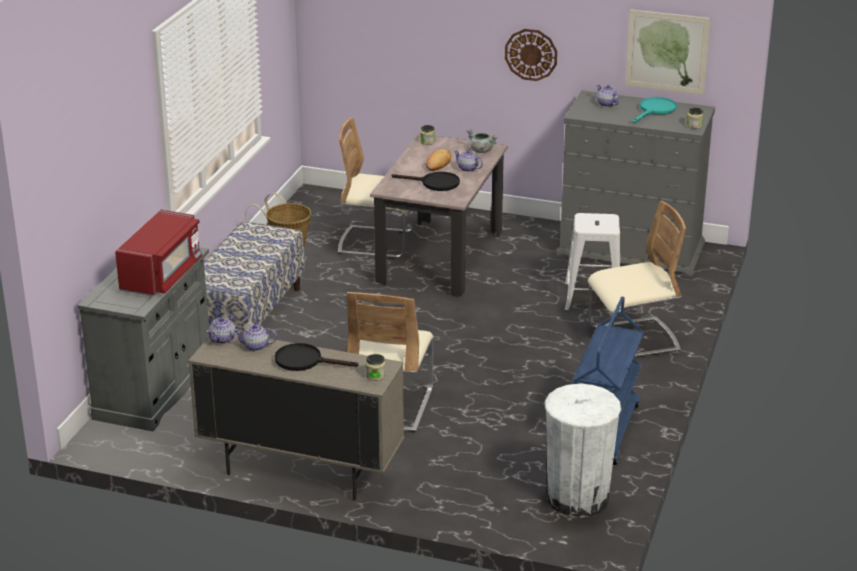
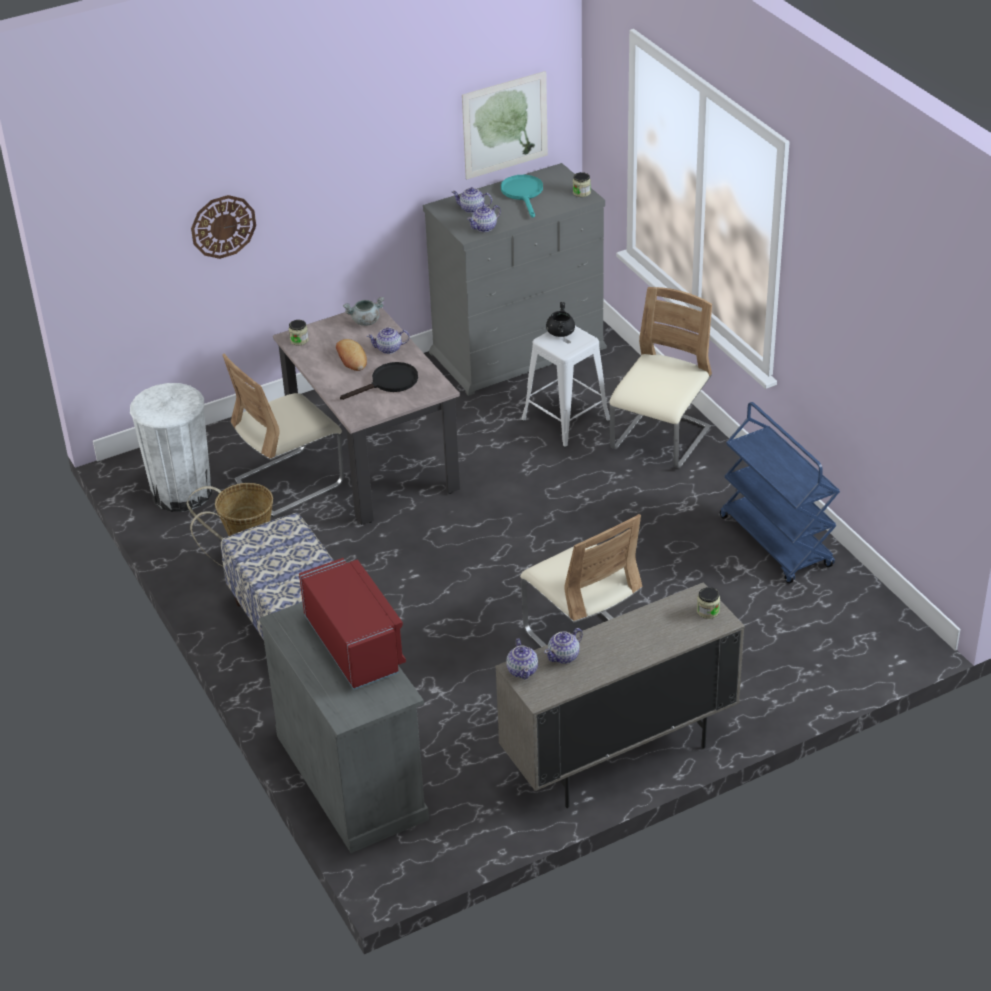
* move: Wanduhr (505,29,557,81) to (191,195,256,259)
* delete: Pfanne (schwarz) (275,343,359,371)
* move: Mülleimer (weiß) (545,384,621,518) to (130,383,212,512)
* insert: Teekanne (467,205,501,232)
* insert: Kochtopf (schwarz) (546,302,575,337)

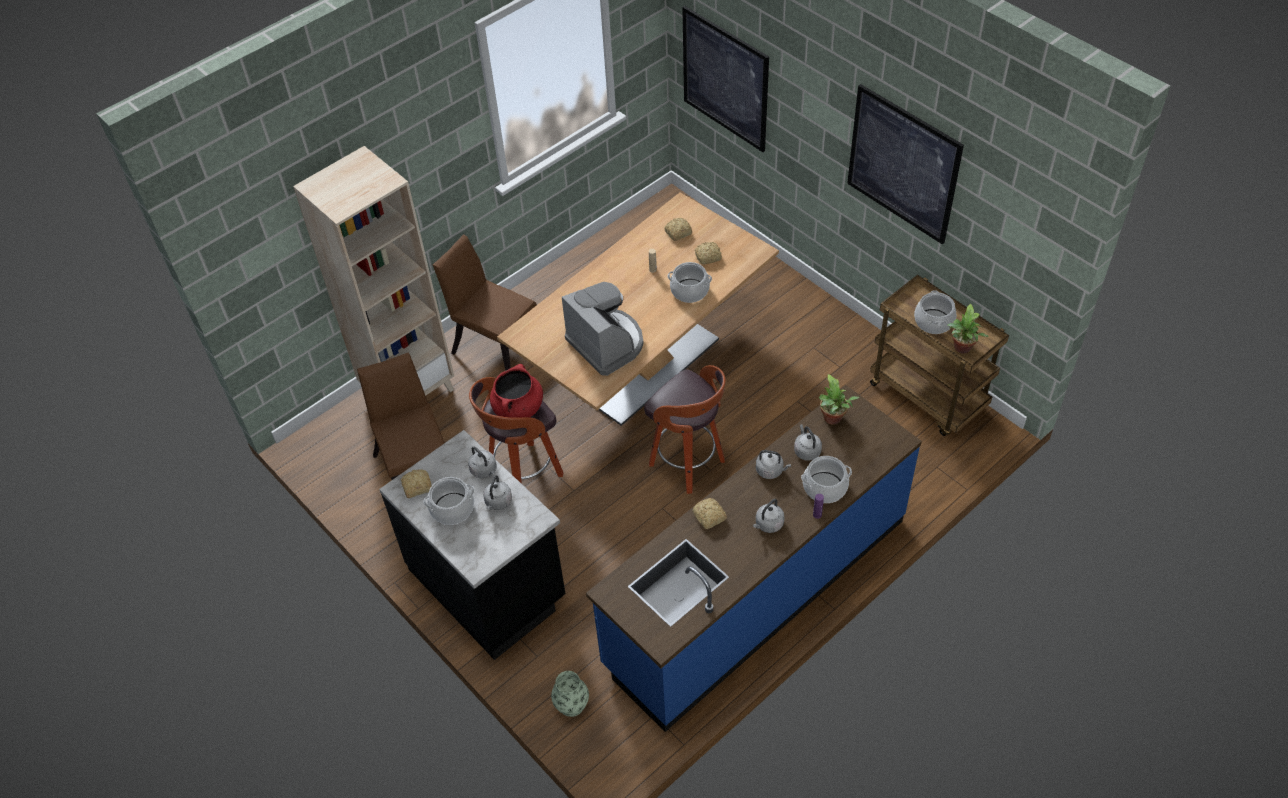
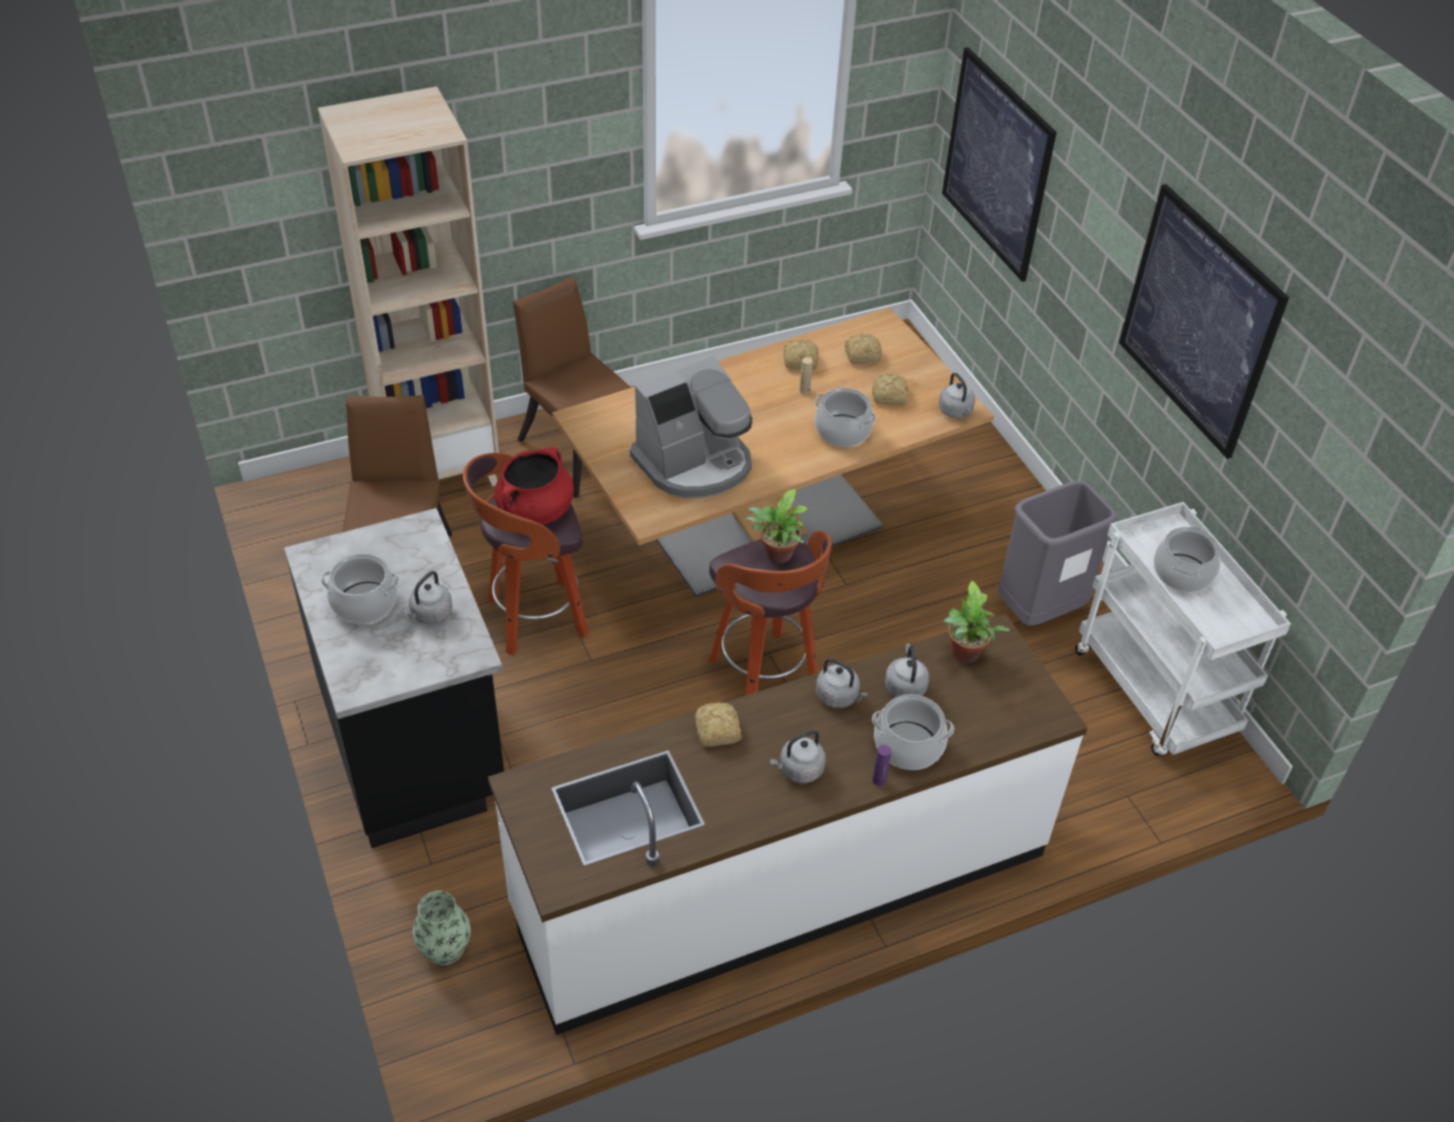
* recolor: Rollwagen (braun) (870,275,1009,436) to Rollwagen (weiß) (1075,502,1291,756)
* rotate: Kaffeemaschine (562,282,644,376) = (630,356,752,498) 75 degrees clockwise
* move: Topfpflanze (947,304,989,353) to (745,489,808,563)
* recolor: Küchenzeile (blau) (586,385,922,732) to Küchenzeile (weiß) (488,614,1088,1035)
* move: Wasserkessel (grau) (468,447,497,478) to (939,373,975,418)
* move: Brot (401,469,432,498) to (784,339,819,369)
* insert: Mülleimer (grau) (998,481,1117,626)

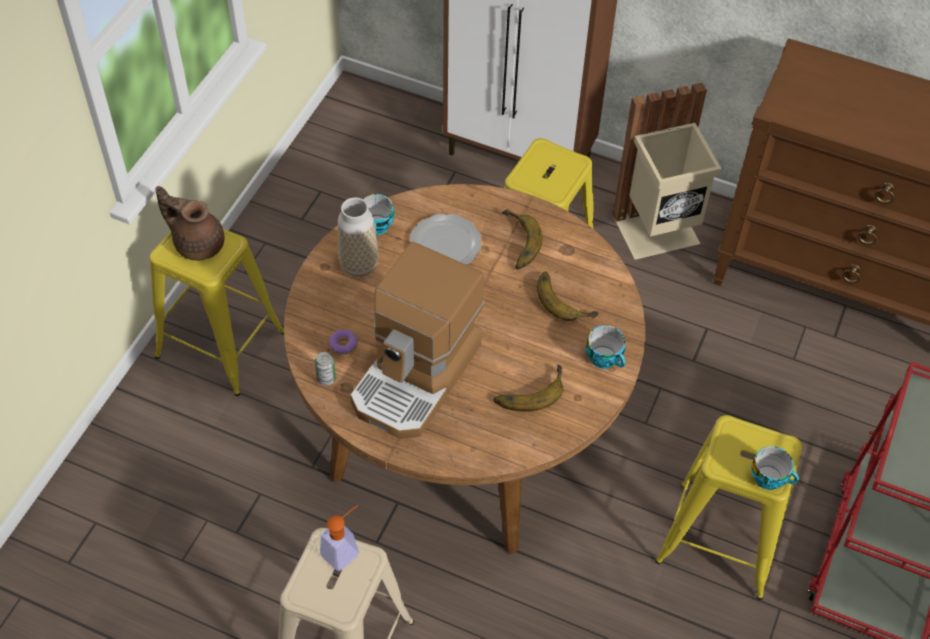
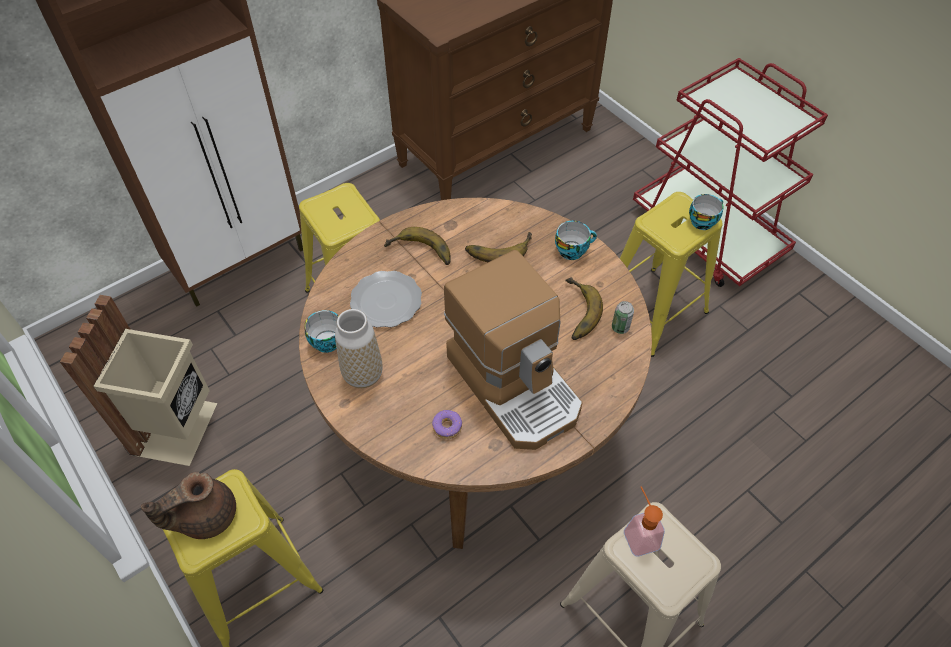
* move: Mülleimer (beige) (612,83,722,260) to (60,295,217,466)
* move: Dose (315,352,336,386) to (612,301,634,334)

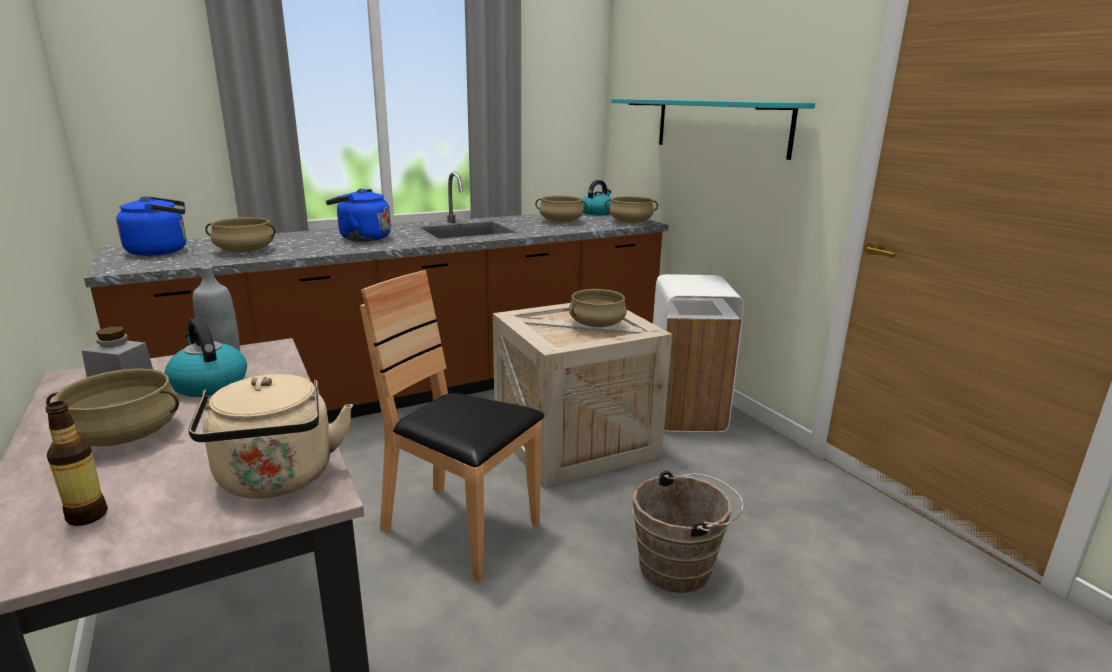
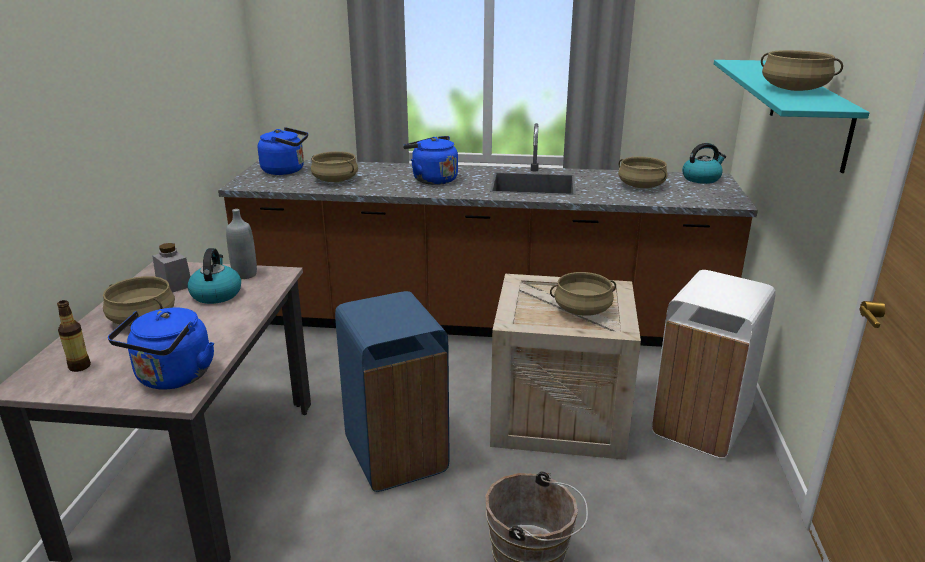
* move: Kochtopf (beige) (605,196,658,223) to (761,50,843,91)
* replace: Stuhl (braun) (360,270,545,582) to Mülleimer (blau) (335,291,449,492)
* recolor: Wasserkessel (beige) (189,374,353,499) to Wasserkessel (blau) (108,307,214,389)

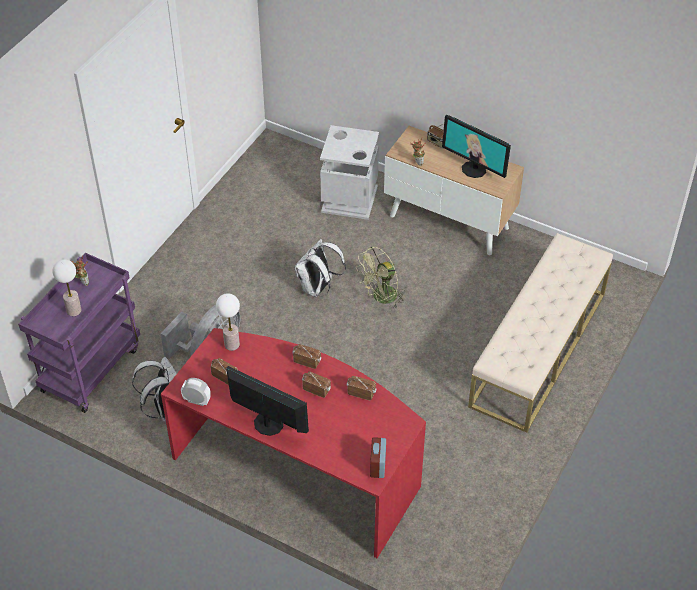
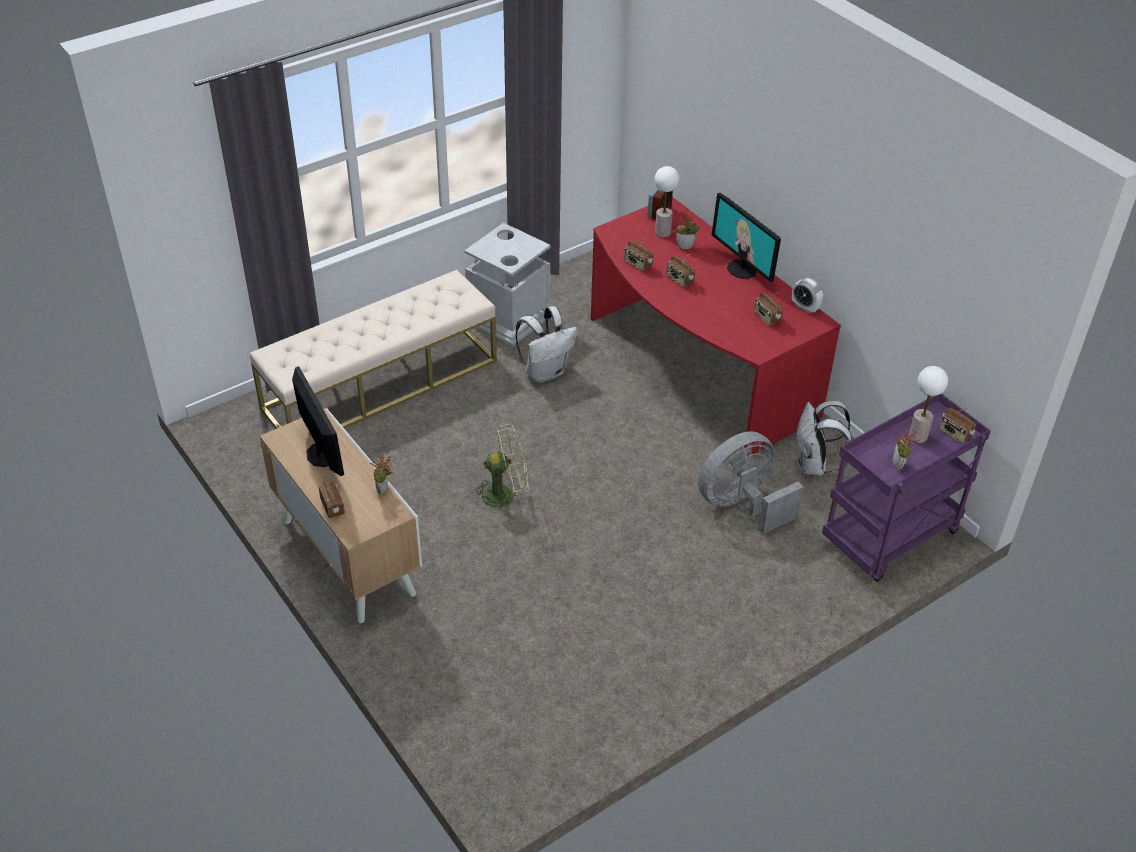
* move: Mülleimer (grau) (320,125,379,220) to (464,223,550,347)
* move: Rucksack (weiß) (294,239,346,297) to (515,306,577,383)
* move: Tischlampe (216,293,240,351) to (655,166,680,237)
* move: Radio (292,344,321,369) to (939,407,976,443)
* insert: Topfpflanze (676,209,700,249)

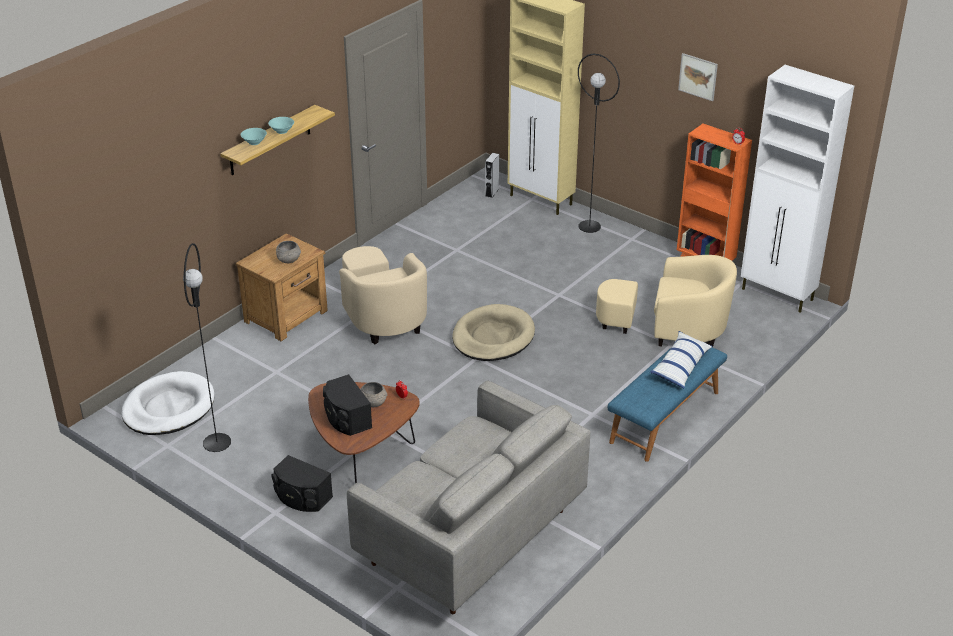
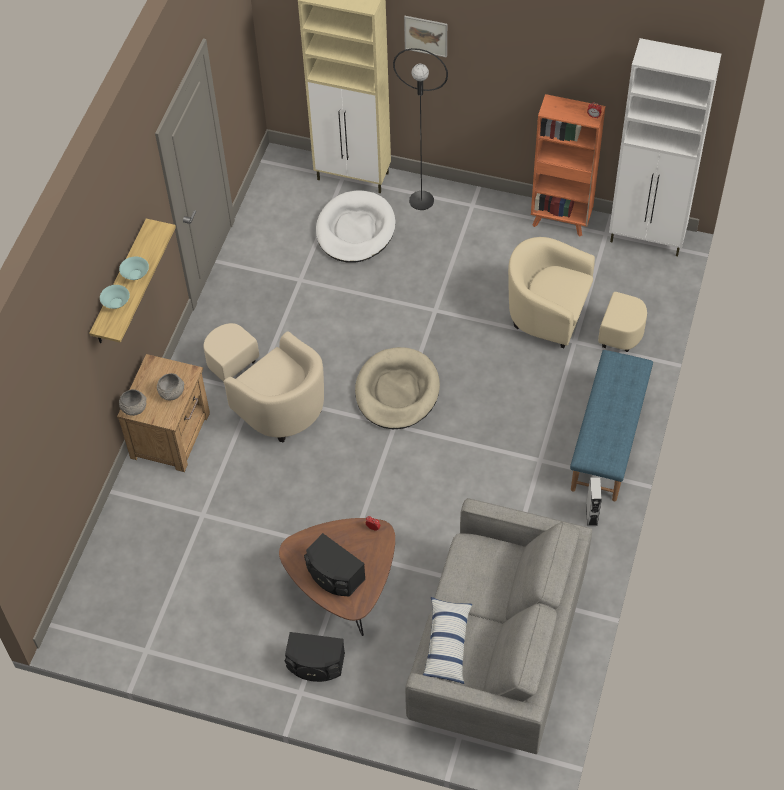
* move: Bild (678,53,718,101) to (404,16,447,58)
* move: Lautsprecher (grau) (485,153,499,198) to (586,477,602,526)
* delete: Stehlampe (schwarz) (183,243,231,452)
* rotate: Sessel (beige) (596,255,737,348) = (508,237,647,352) 150 degrees counterclockwise
* move: Kissen (650,331,713,388) to (423,597,472,684)
* move: Hundebett (weiß) (121,371,214,435) to (316,190,396,263)
* move: Schüssel (grau) (360,382,387,407) to (119,389,147,416)

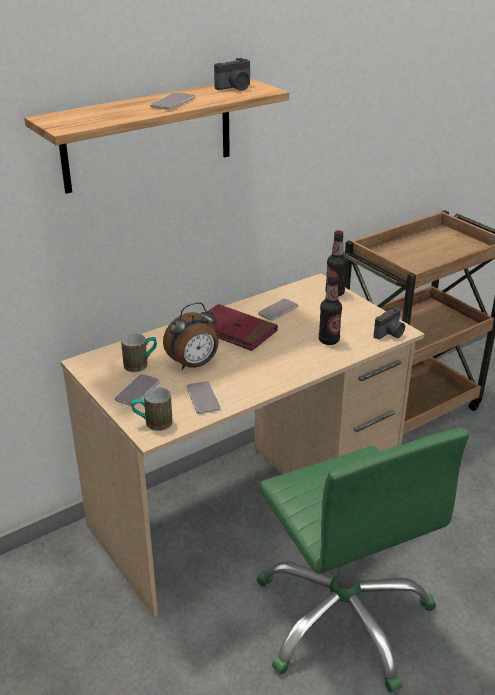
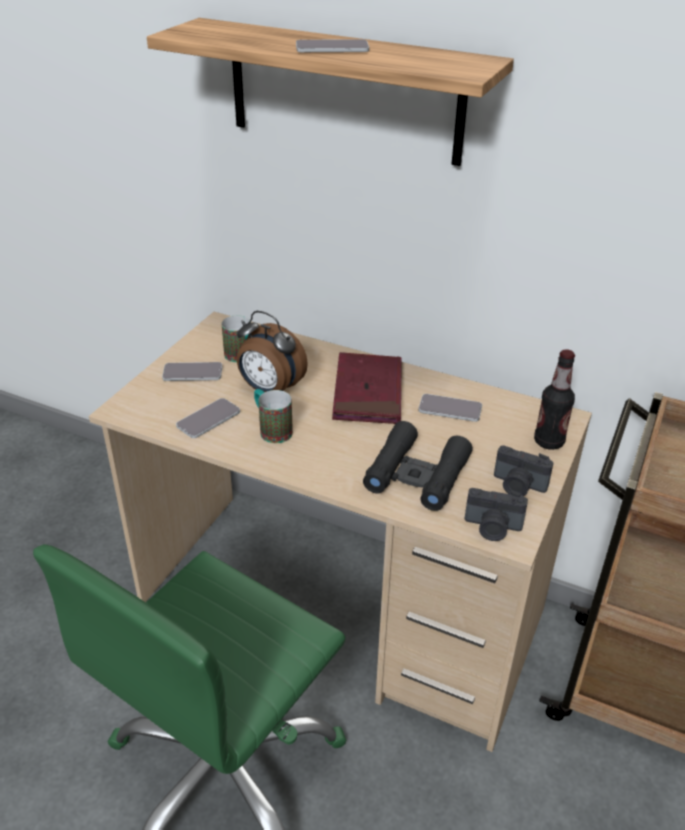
* move: Kamera (214,58,250,91) to (494,445,553,496)
* replace: Flasche (319,273,342,345) to Fernglas (schwarz) (363,421,473,511)
* move: Henkelbecher (131,387,173,431) to (254,389,293,443)

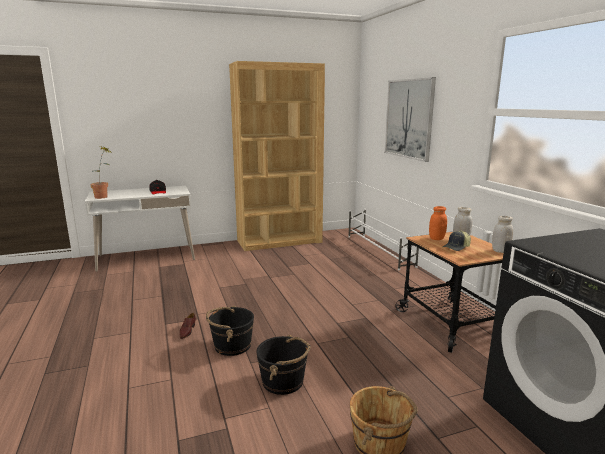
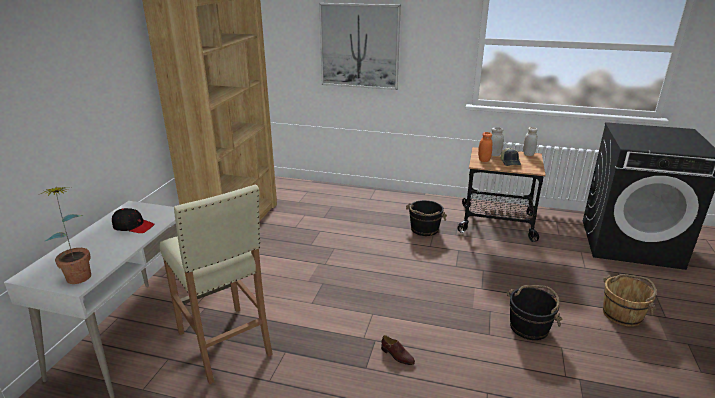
* delete: Schuhregal (weiß) (348,209,420,270)
* move: Eimer (schwarz) (206,306,254,356) to (406,200,447,236)
* insert: Hocker (beige) (160,185,273,384)

